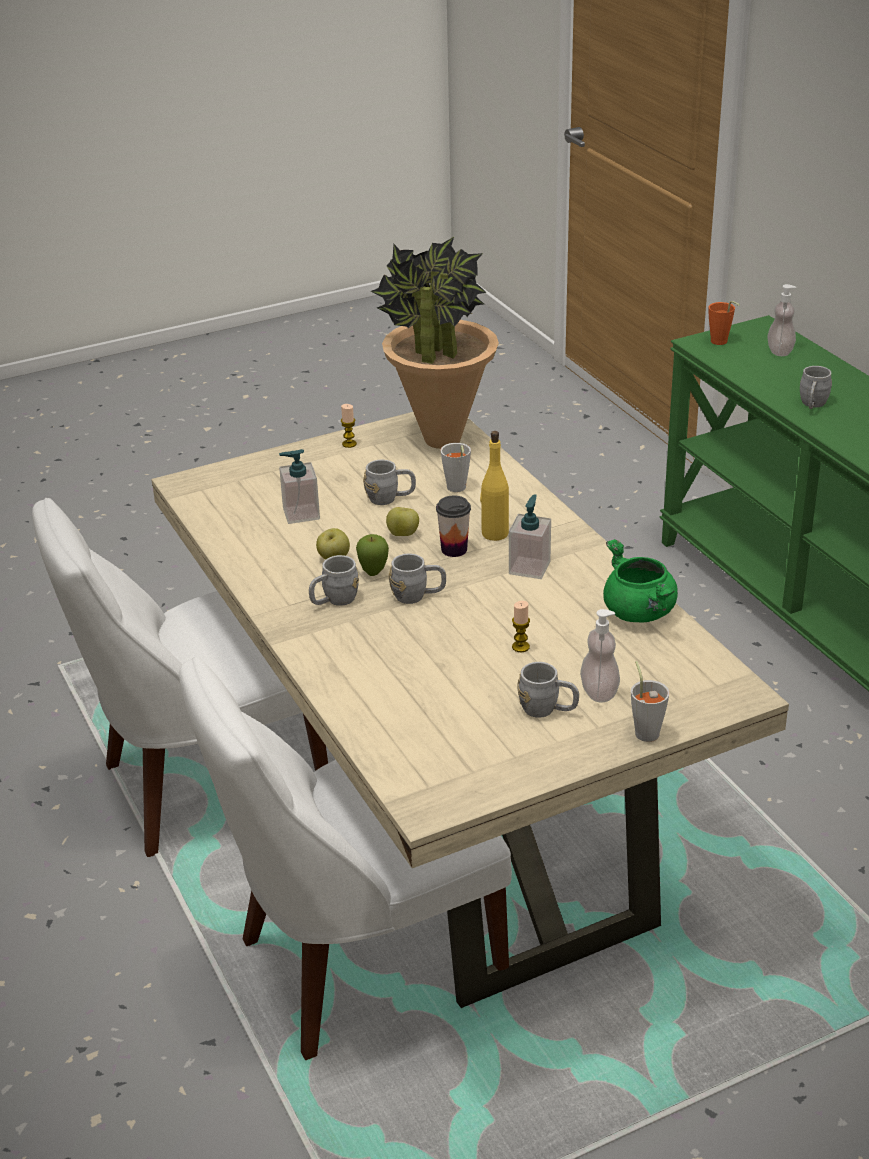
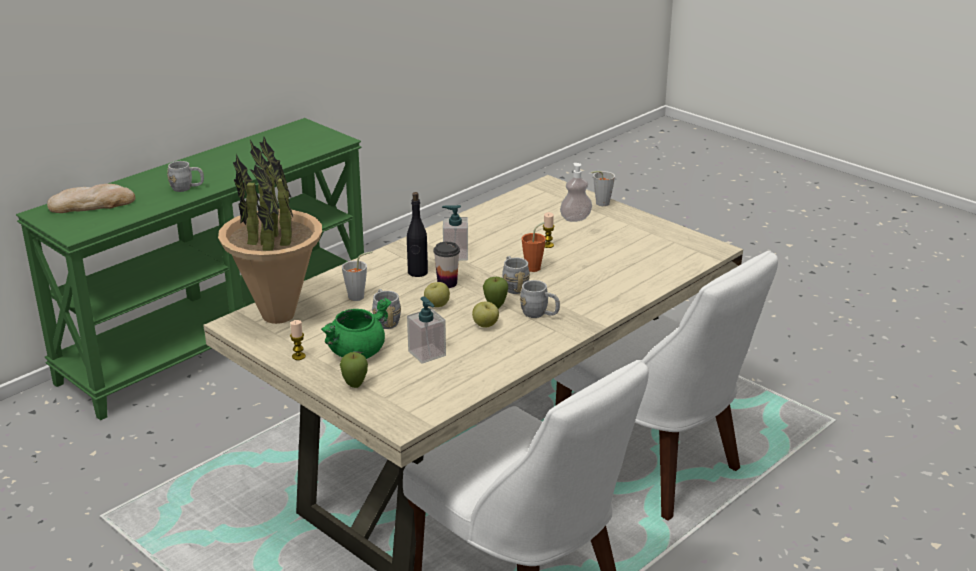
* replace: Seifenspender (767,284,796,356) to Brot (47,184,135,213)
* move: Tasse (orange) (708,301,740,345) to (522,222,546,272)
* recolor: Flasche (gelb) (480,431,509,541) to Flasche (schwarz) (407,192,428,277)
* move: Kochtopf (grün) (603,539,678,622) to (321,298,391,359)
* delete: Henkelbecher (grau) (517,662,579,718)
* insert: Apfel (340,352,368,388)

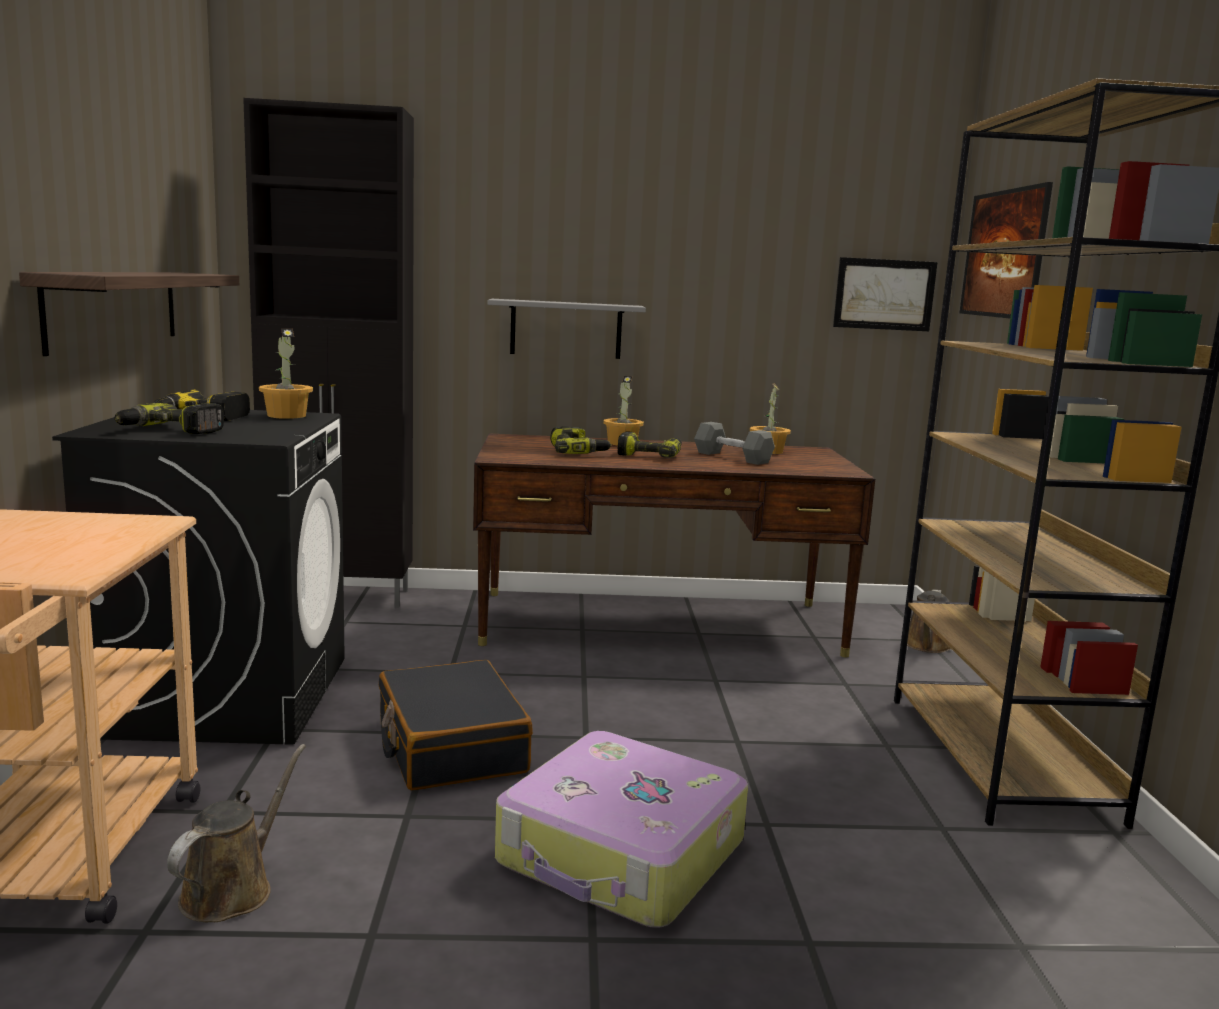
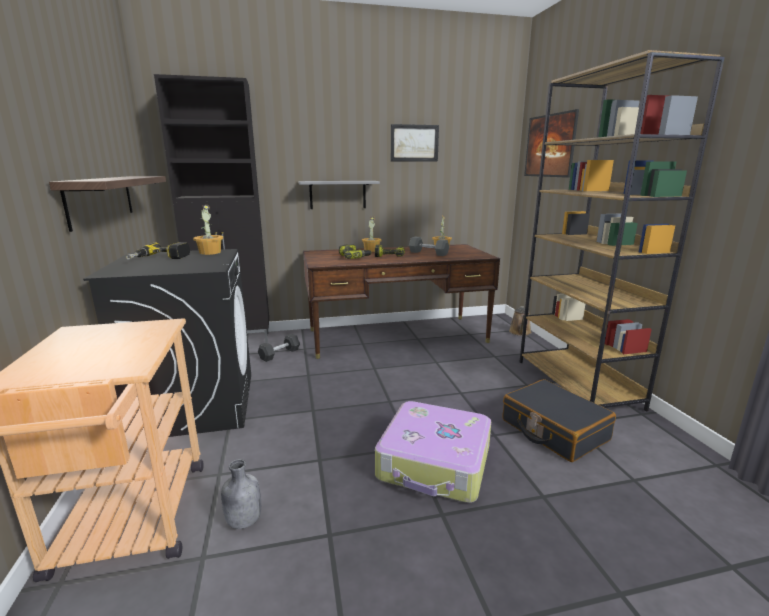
* move: Bild (833,257,938,331) to (391,124,439,162)
* delete: Bohrmaschine (115,403,224,434)
* move: Koffer (schwarz) (379,660,533,790) to (503,379,616,462)
* replace: Gießkanne (braun) (167,744,306,922) to Flasche (grau) (221,459,261,529)
* insert: Hantel (grau) (258,334,300,362)

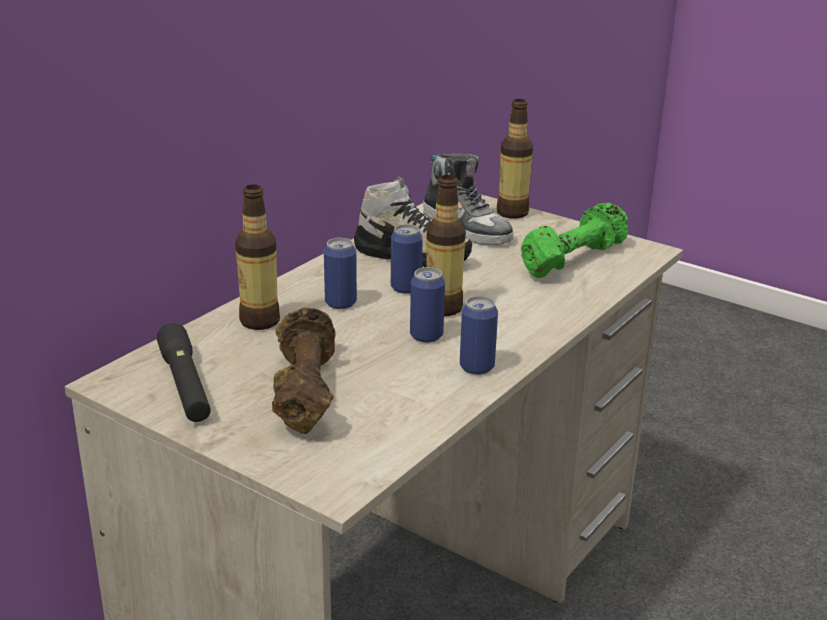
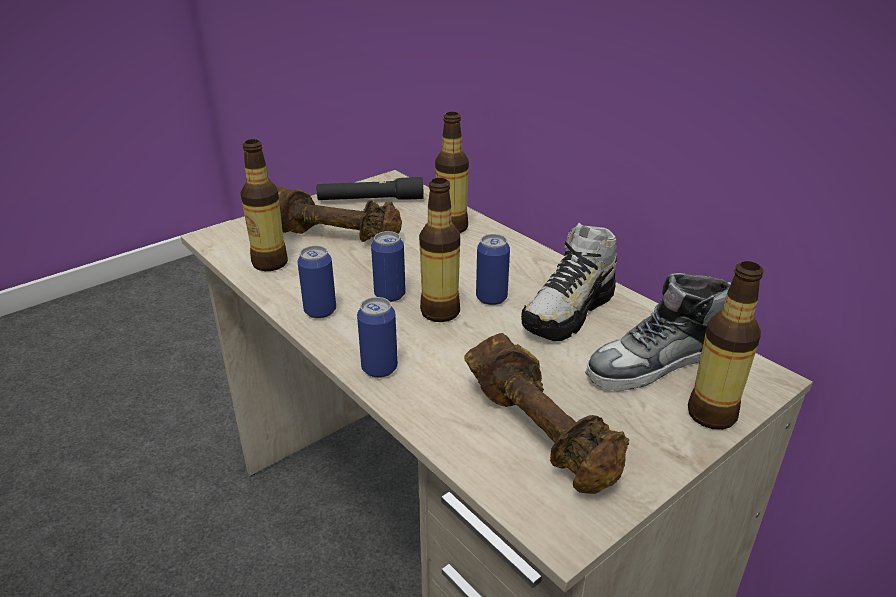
* recolor: Hantel (grün) (521,203,629,278) to Hantel (braun) (464,333,629,494)
* move: Dose (324,238,357,309) to (357,297,398,378)
* insert: Flasche (240,139,288,271)

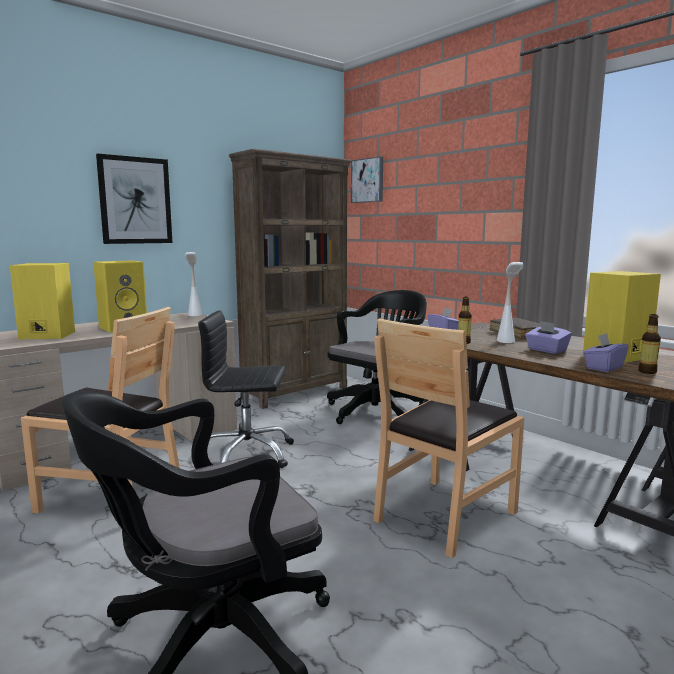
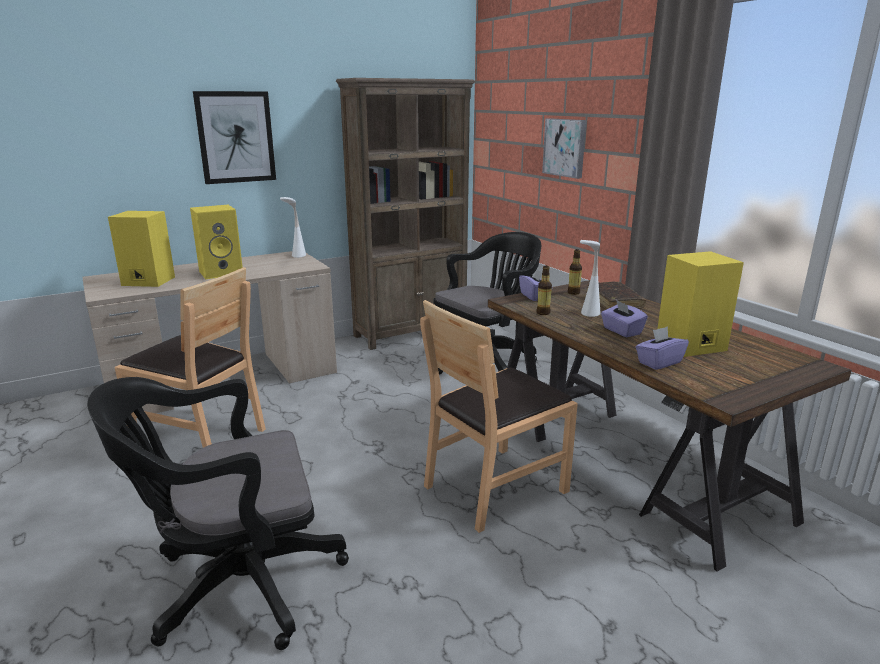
* move: Bild (351,156,383,203) to (542,118,586,179)
* delete: Bürostuhl (schwarz) (198,311,294,468)
* move: Flasche (638,314,661,374) to (568,249,582,295)

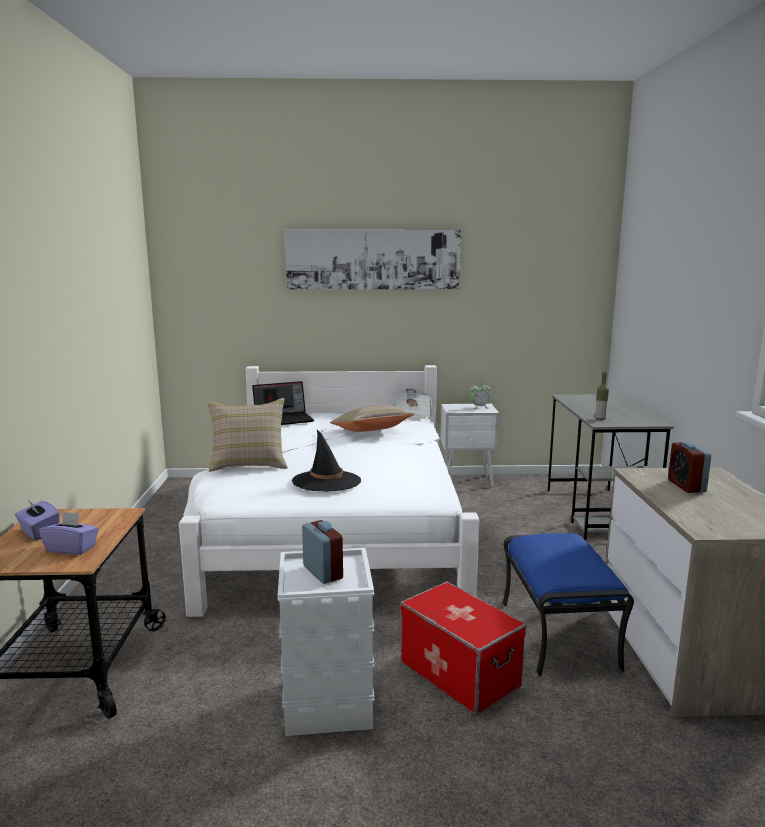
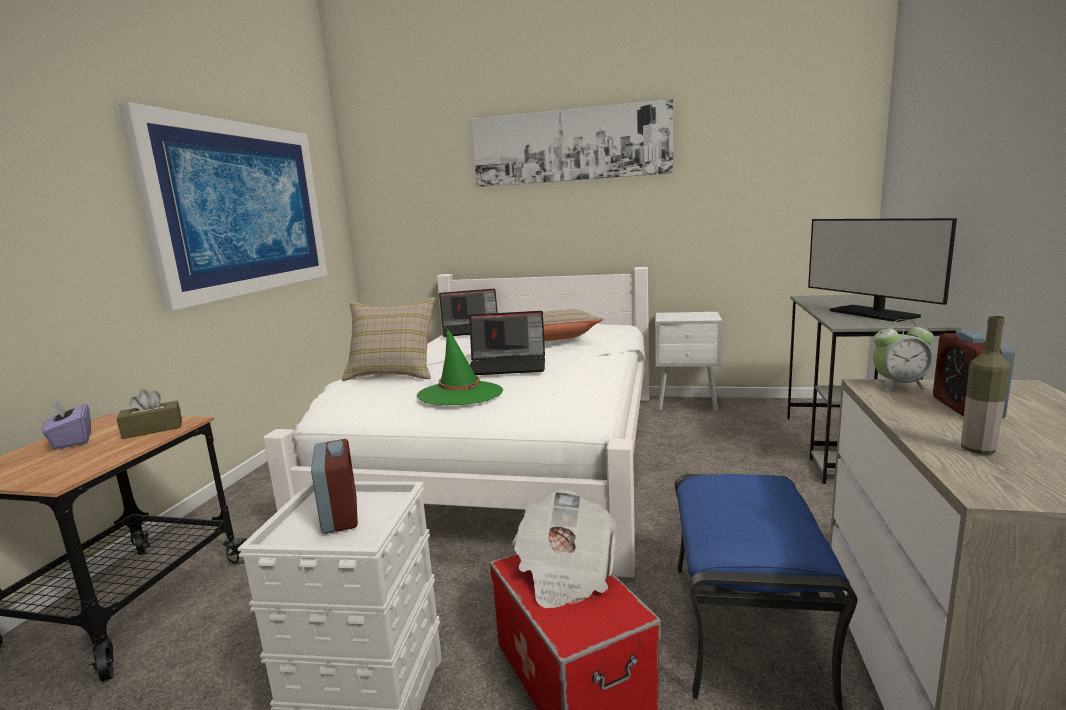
* move: Flasche (595,372,609,420) to (961,316,1011,455)
* move: Wecker (470,382,490,409) to (873,319,934,391)
* move: Zeitung (393,388,433,421) to (513,490,617,608)
* recolor: Hut (schwarz) (292,430,361,492) to Hut (grün) (417,330,503,405)
* delete: Taschentuchbox (lila) (39,512,99,555)
* insert: Bild (119,102,328,311)
* insert: Monitor (808,218,957,322)
* insert: Laptop (469,311,545,375)
* insert: Taschentuchbox (braun) (117,389,182,439)

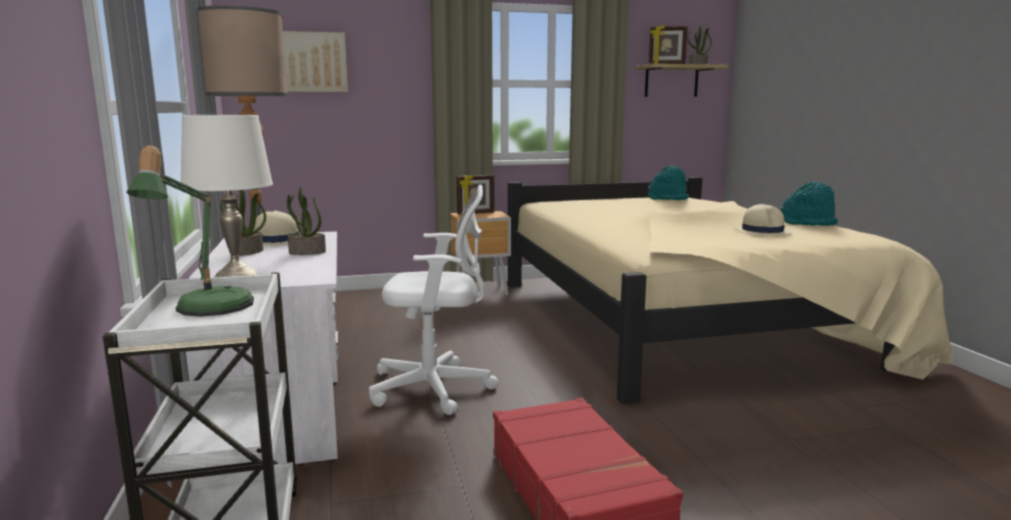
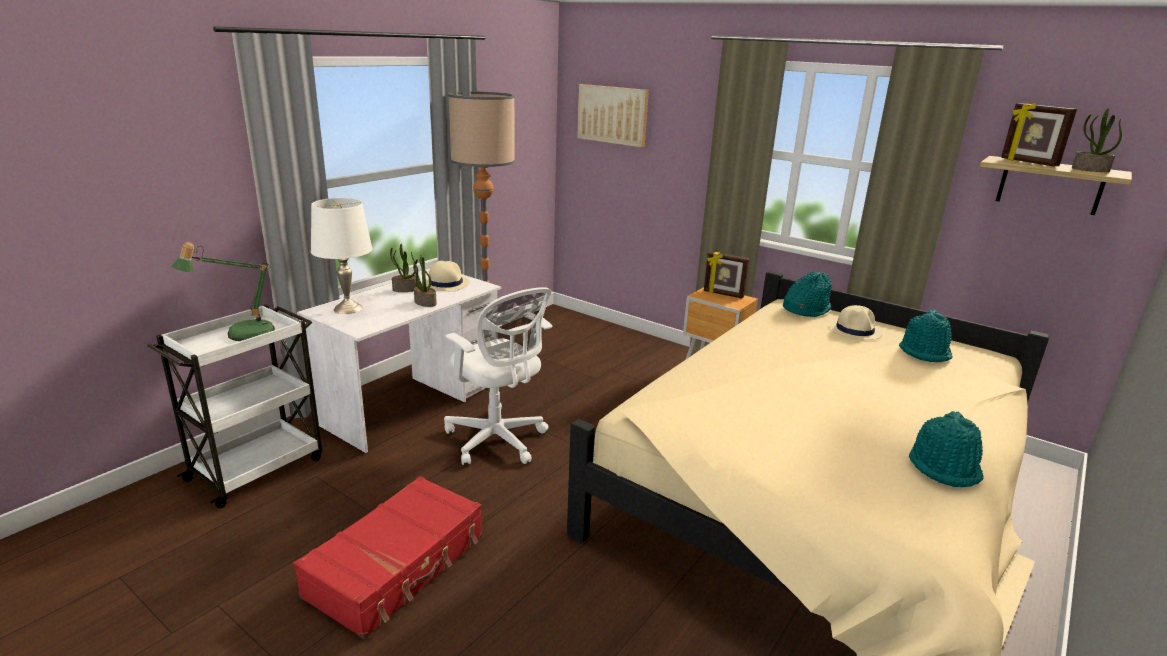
* move: Hut (beige) (734,204,792,237) to (829,305,883,340)
* insert: Hut (türkis) (783,272,832,317)

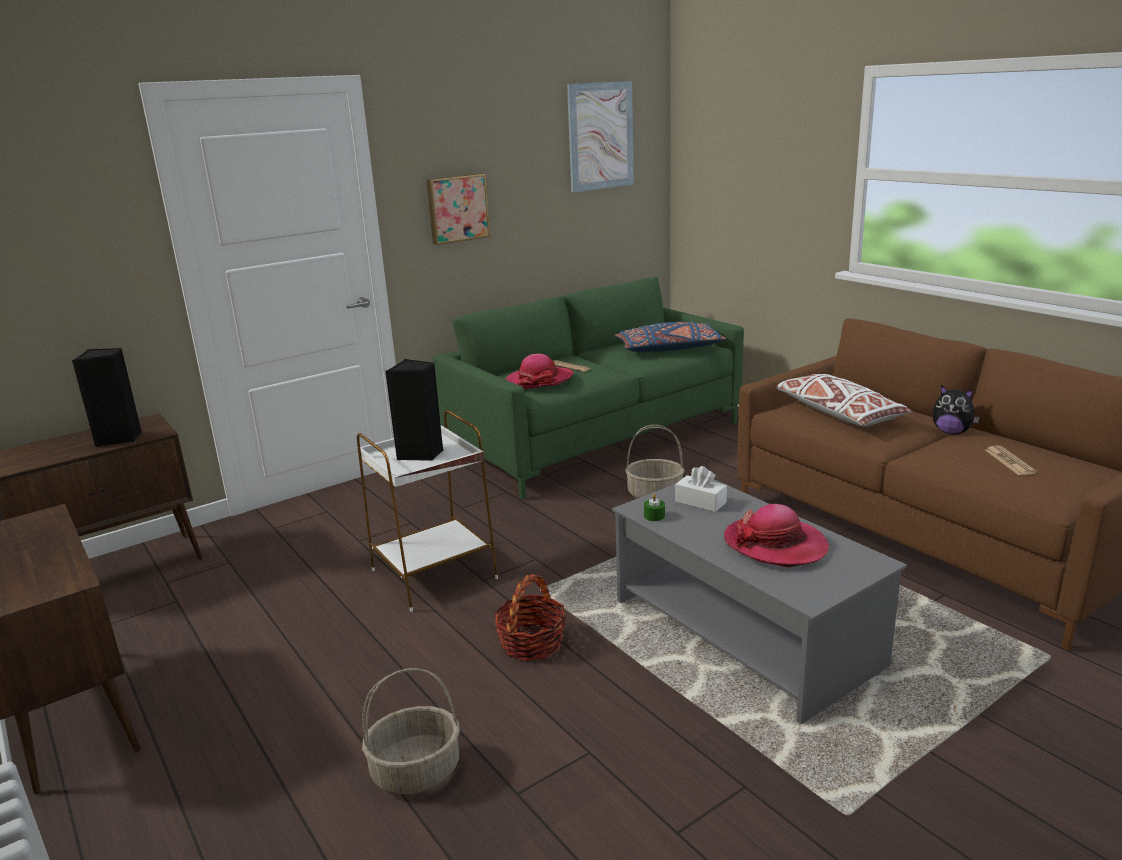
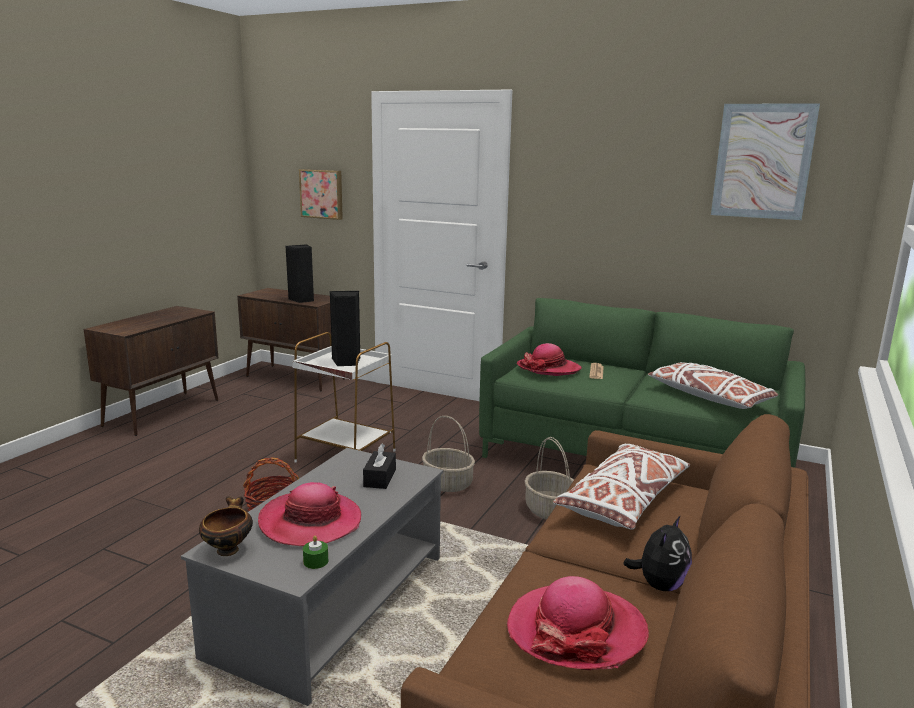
* move: Bild (427,173,490,245) to (299,169,343,220)
* recolor: Kissen (blau) (615,322,726,352) to Kissen (weiß) (648,362,778,409)
* rotate: Plüschtier (933,385,980,434) = (623,515,692,591) 150 degrees counterclockwise
* replace: Zeitung (985,446,1037,475) to Hut (507,576,649,670)
* recolor: Taschentuchbox (weiß) (675,466,727,512) to Taschentuchbox (schwarz) (363,444,396,489)
* move: Kerze (grün) (644,493,665,521) to (303,536,328,569)
* move: Korb (362,668,460,794) to (422,416,475,492)
* insert: Schüssel (199,496,253,556)

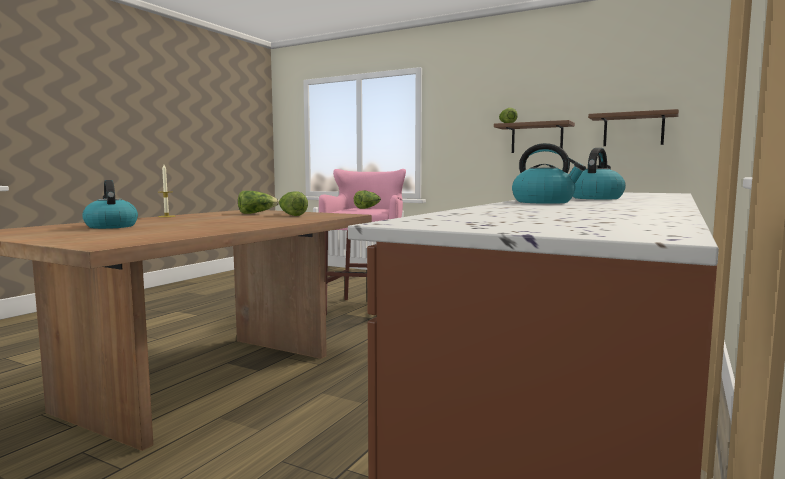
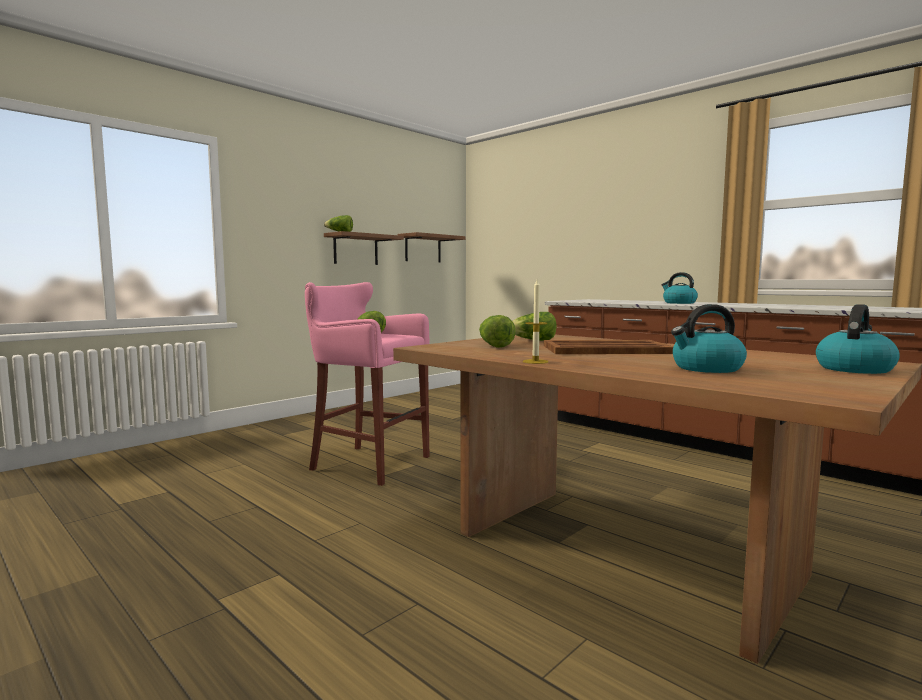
* move: Wasserkessel (512,143,586,204) to (816,304,900,374)
* insert: Tablett (braun) (544,340,673,354)

